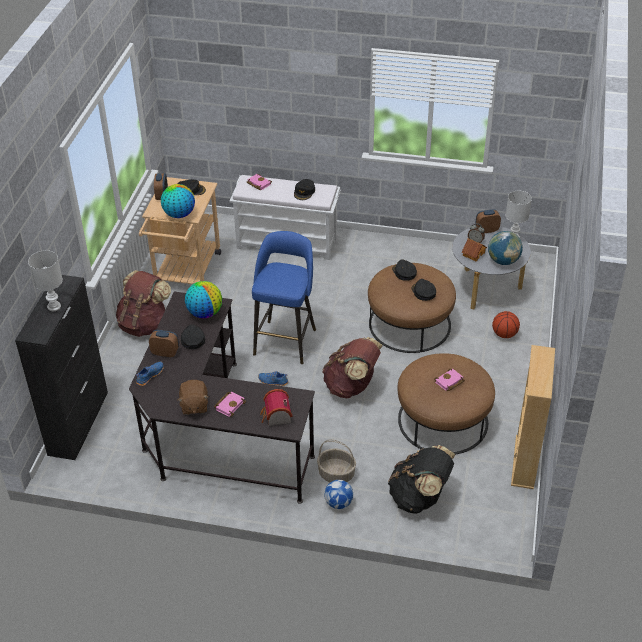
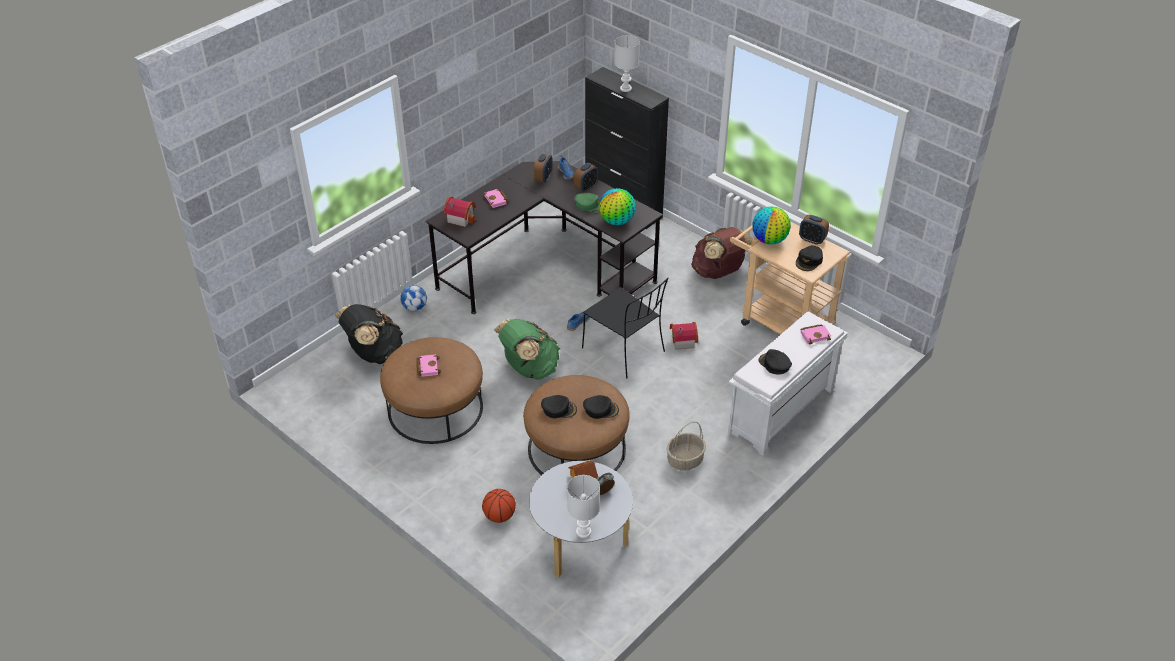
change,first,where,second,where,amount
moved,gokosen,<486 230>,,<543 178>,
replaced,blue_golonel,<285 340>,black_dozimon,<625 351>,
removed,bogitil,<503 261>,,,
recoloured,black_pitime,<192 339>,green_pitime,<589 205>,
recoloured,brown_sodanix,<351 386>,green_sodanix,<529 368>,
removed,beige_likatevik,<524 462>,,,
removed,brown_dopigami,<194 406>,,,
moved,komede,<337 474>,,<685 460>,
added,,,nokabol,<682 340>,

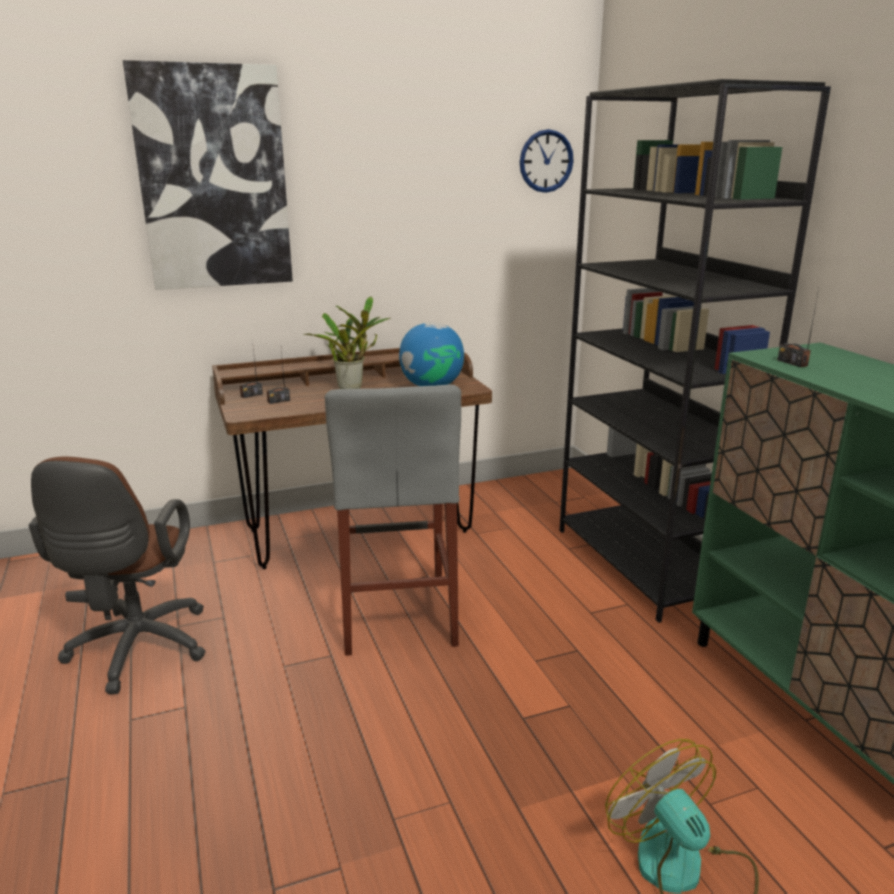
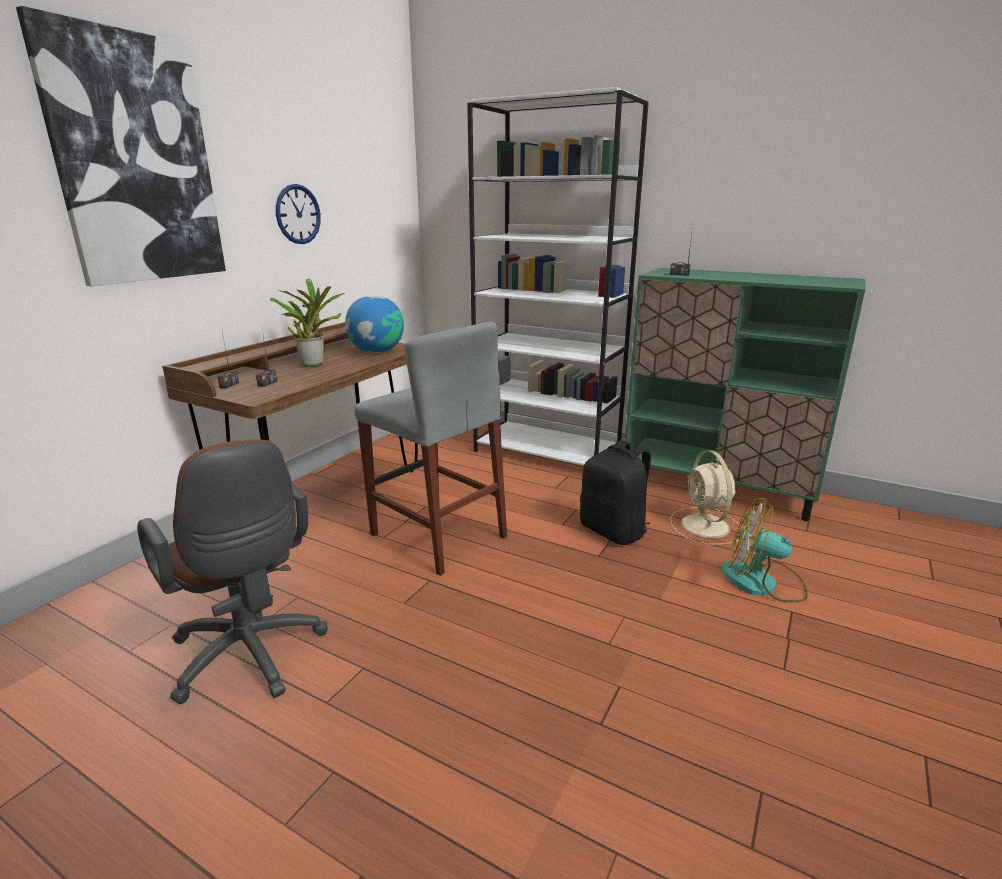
change,first,where,second,where,amount
recoloured,black_likatevik,<645 564>,white_likatevik,<547 452>,
moved,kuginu,<546 161>,,<298 214>,
added,,,black_sodanix,<614 531>,
added,,,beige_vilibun,<706 527>,

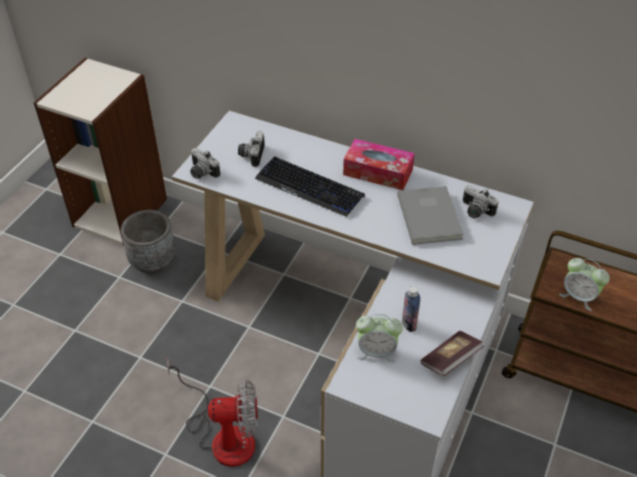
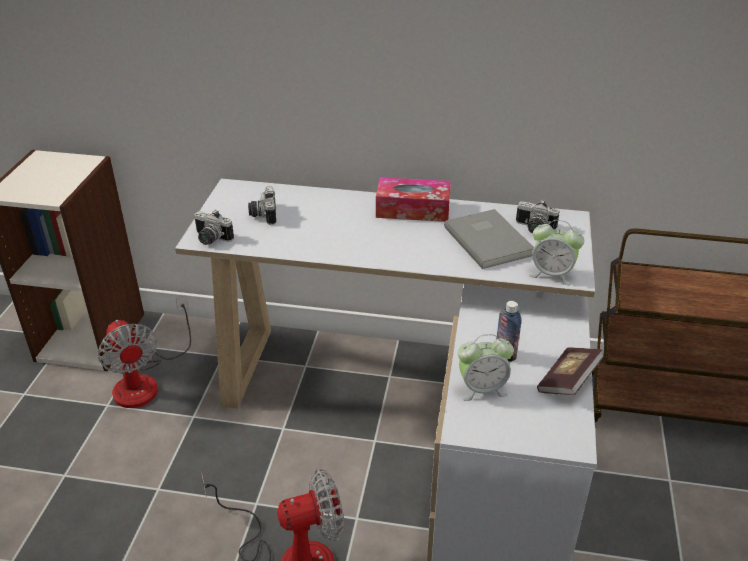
change,first,where,second,where,amount
removed,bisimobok,<309 187>,,,
replaced,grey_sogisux,<153 261>,vilibun,<145 380>,
moved,gokosen,<579 296>,,<552 274>,

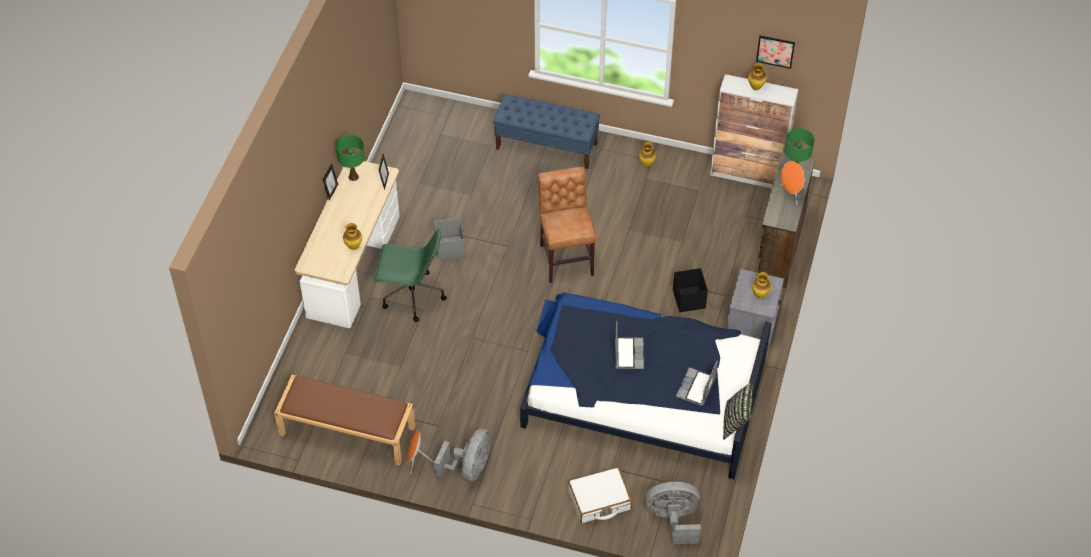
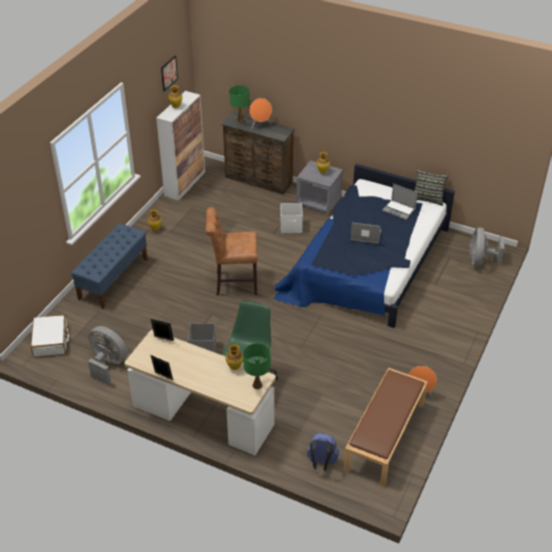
change,first,where,second,where,amount
moved,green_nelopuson,<353 177>,,<257 385>,
recoloured,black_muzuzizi,<689 300>,white_muzuzizi,<291 227>,
moved,grey_vilibun,<469 468>,,<108 364>,
moved,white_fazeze,<599 500>,,<51 340>,
added,,,blue_sodanix,<321 463>,

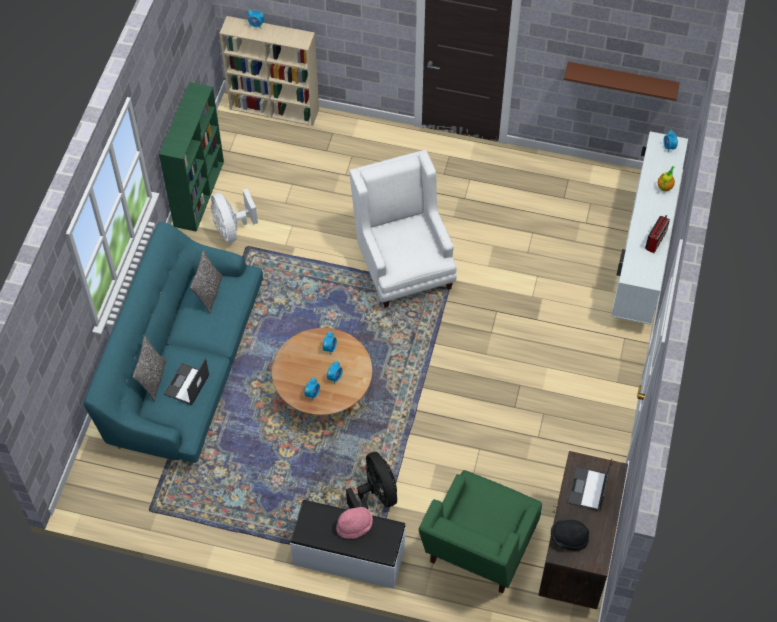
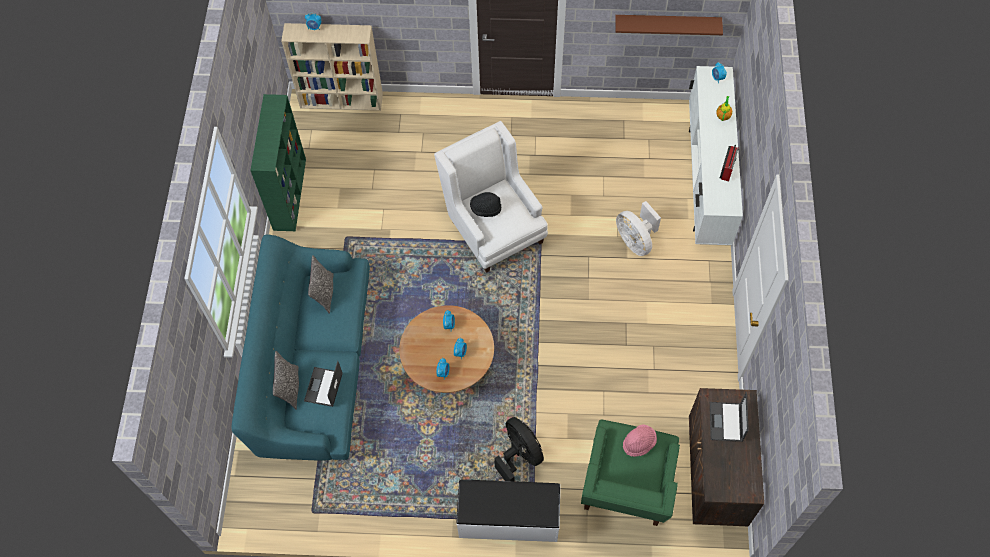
change,first,where,second,where,amount
moved,white_vilibun,<232 229>,,<635 241>,
moved,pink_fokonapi,<354 526>,,<639 443>,
moved,black_fokonapi,<568 538>,,<485 208>,

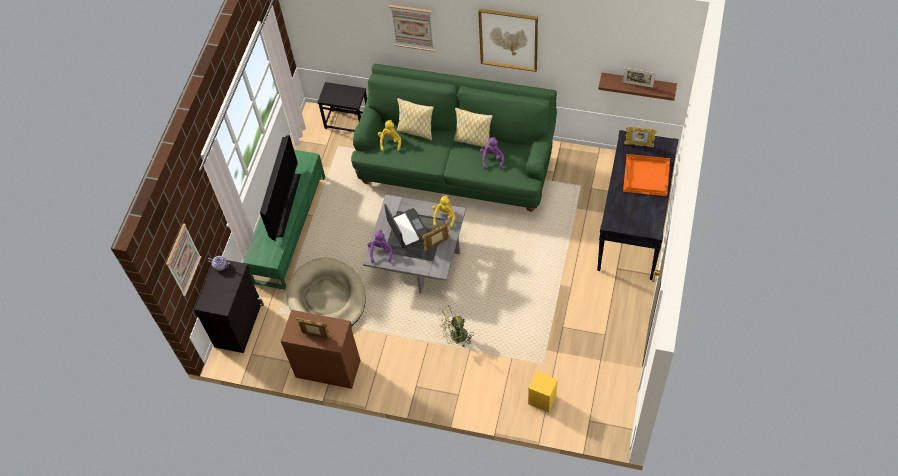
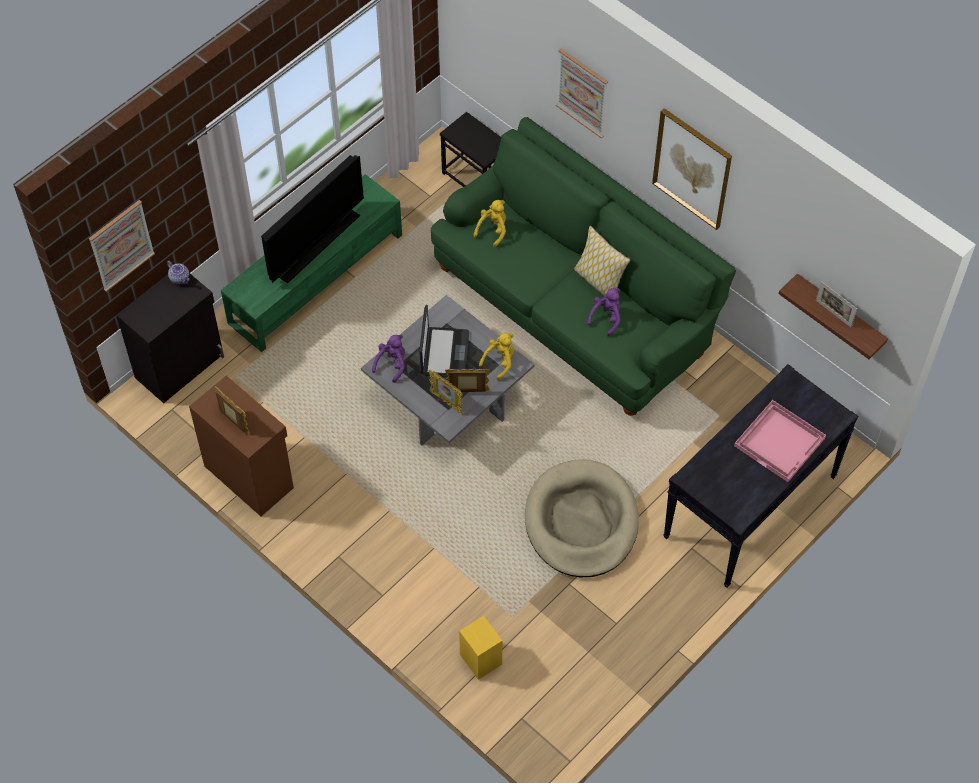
change,first,where,second,where,amount
removed,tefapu,<416 131>,,,
moved,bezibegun,<639 145>,,<446 402>,
recoloured,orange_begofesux,<647 175>,pink_begofesux,<780 442>,
moved,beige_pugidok,<327 298>,,<581 522>,
removed,green_vilibun,<455 337>,,,

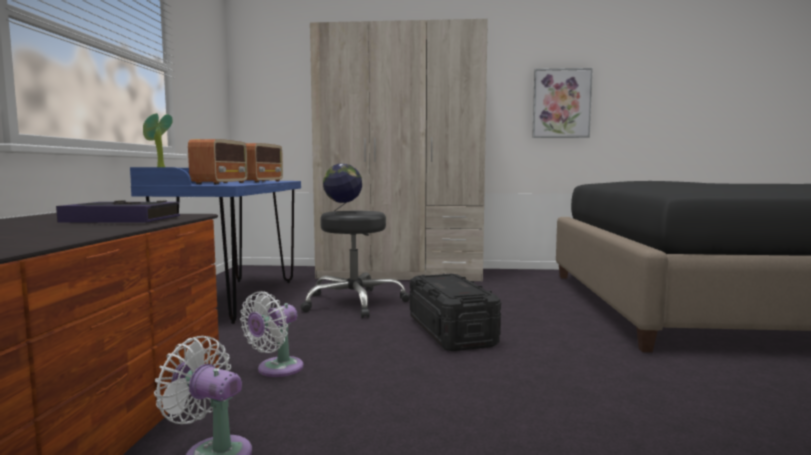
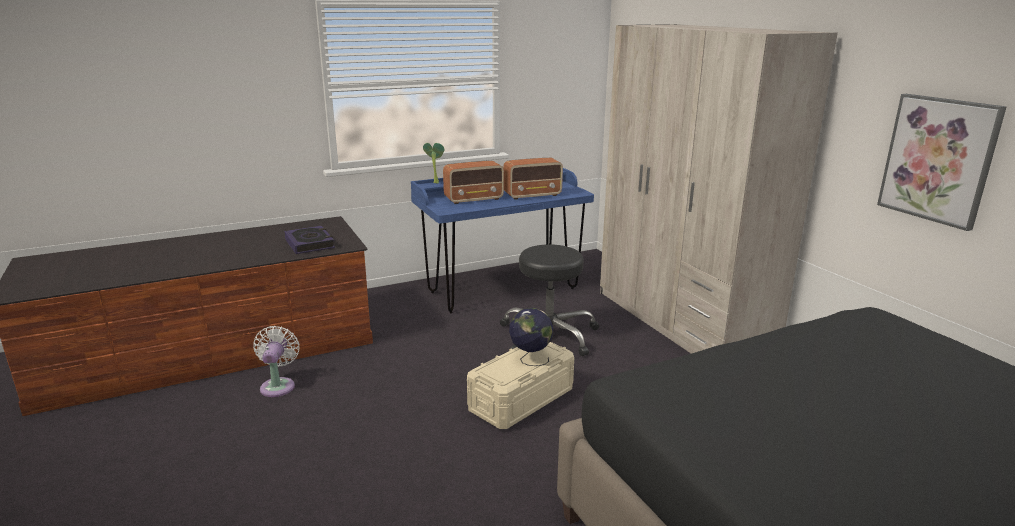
change,first,where,second,where,amount
moved,bogitil,<343 213>,,<530 360>,
recoloured,black_muzuzizi,<451 331>,beige_muzuzizi,<521 400>,
removed,white_vilibun,<276 369>,,,

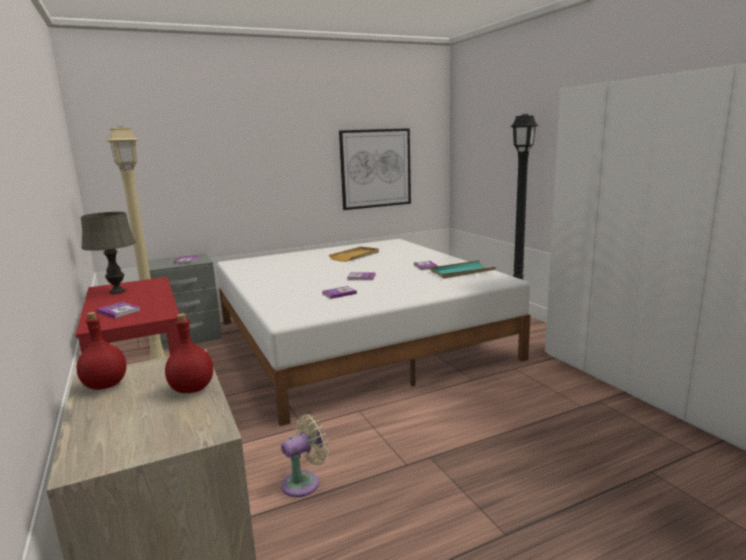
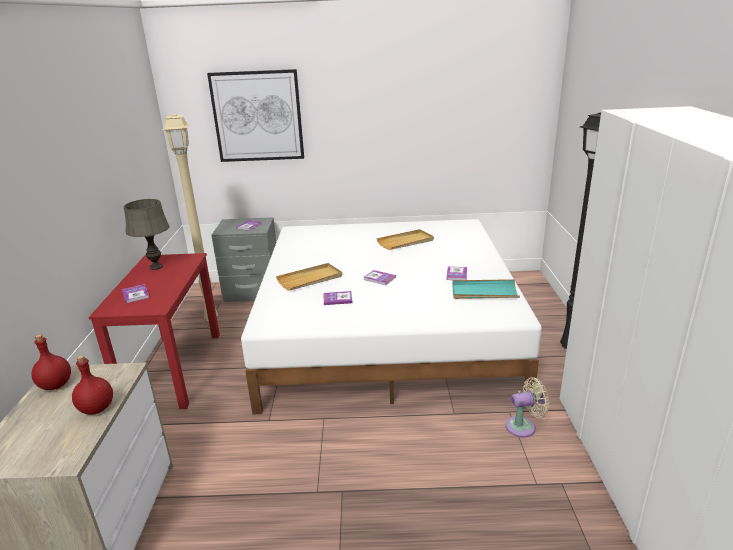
change,first,where,second,where,amount
moved,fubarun,<375 168>,,<257 116>,
moved,beige_vilibun,<304 482>,,<523 426>,
added,,,beige_begofesux,<310 279>,

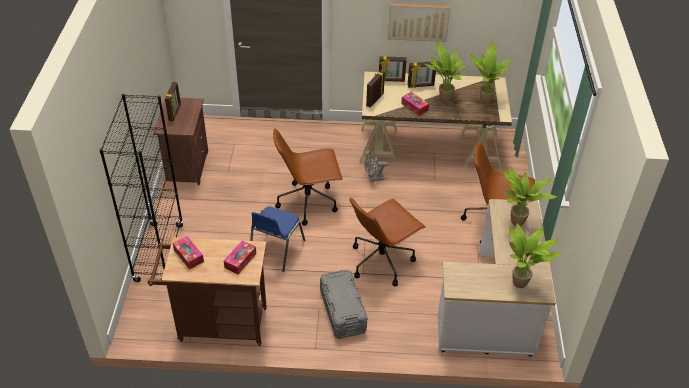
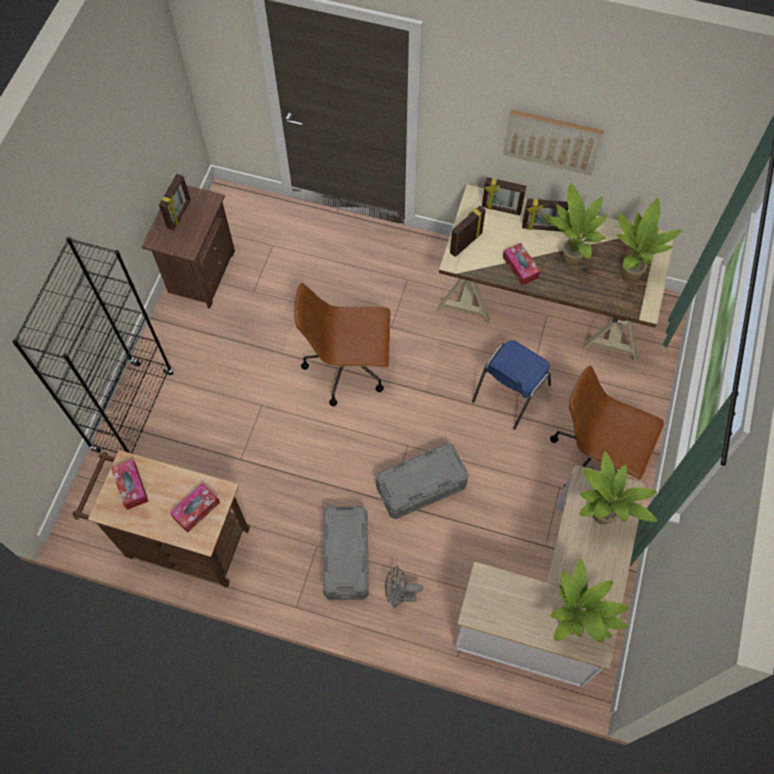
change,first,where,second,where,amount
moved,grey_vilibun,<373 178>,,<400 595>,
replaced,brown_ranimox,<382 261>,grey_muzuzizi,<421 486>,
moved,blue_dozimon,<275 250>,,<509 393>,

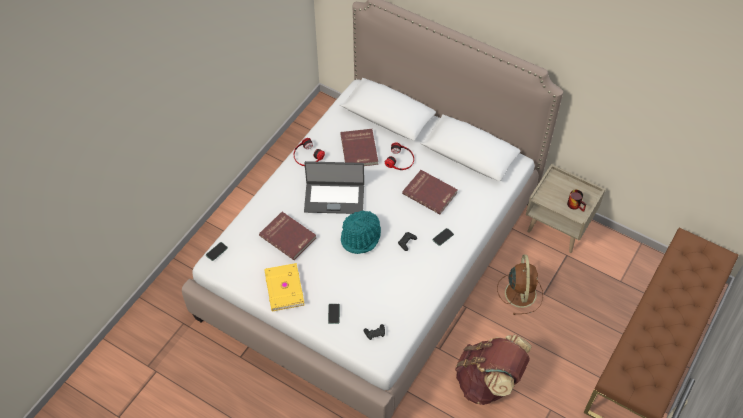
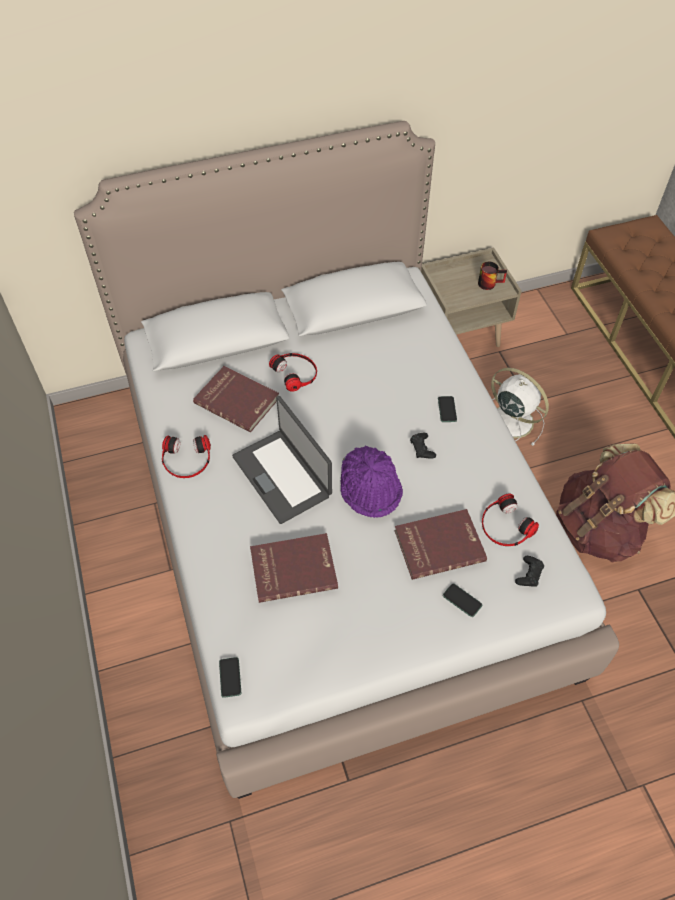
change,first,where,second,where,amount
turned,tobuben,<334 197>,,<283 475>,105 degrees clockwise
moved,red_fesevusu,<430 192>,,<439 544>,
recoloured,turquoise_fokonapi,<361 237>,purple_fokonapi,<370 489>,
recoloured,brown_vilibun,<520 292>,white_vilibun,<510 420>,
removed,yellow_fesevusu,<283 289>,,,
added,,,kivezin,<505 526>,

